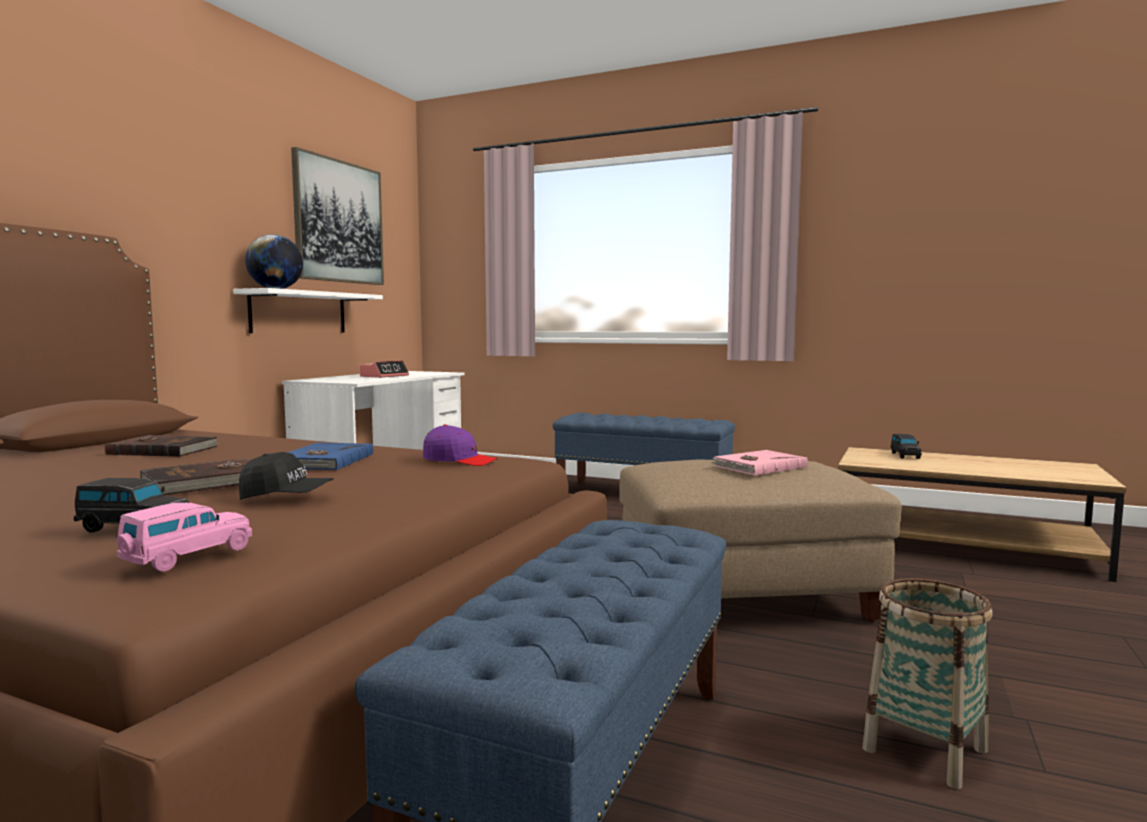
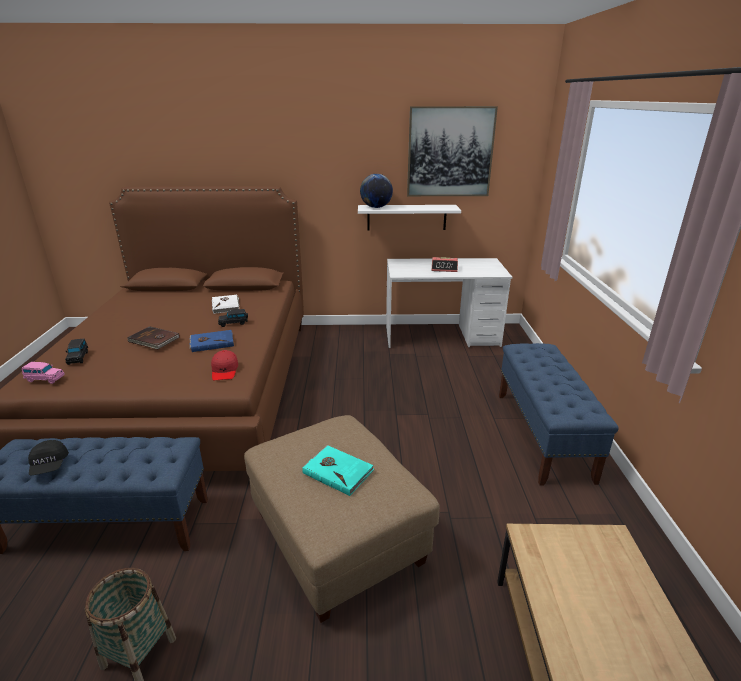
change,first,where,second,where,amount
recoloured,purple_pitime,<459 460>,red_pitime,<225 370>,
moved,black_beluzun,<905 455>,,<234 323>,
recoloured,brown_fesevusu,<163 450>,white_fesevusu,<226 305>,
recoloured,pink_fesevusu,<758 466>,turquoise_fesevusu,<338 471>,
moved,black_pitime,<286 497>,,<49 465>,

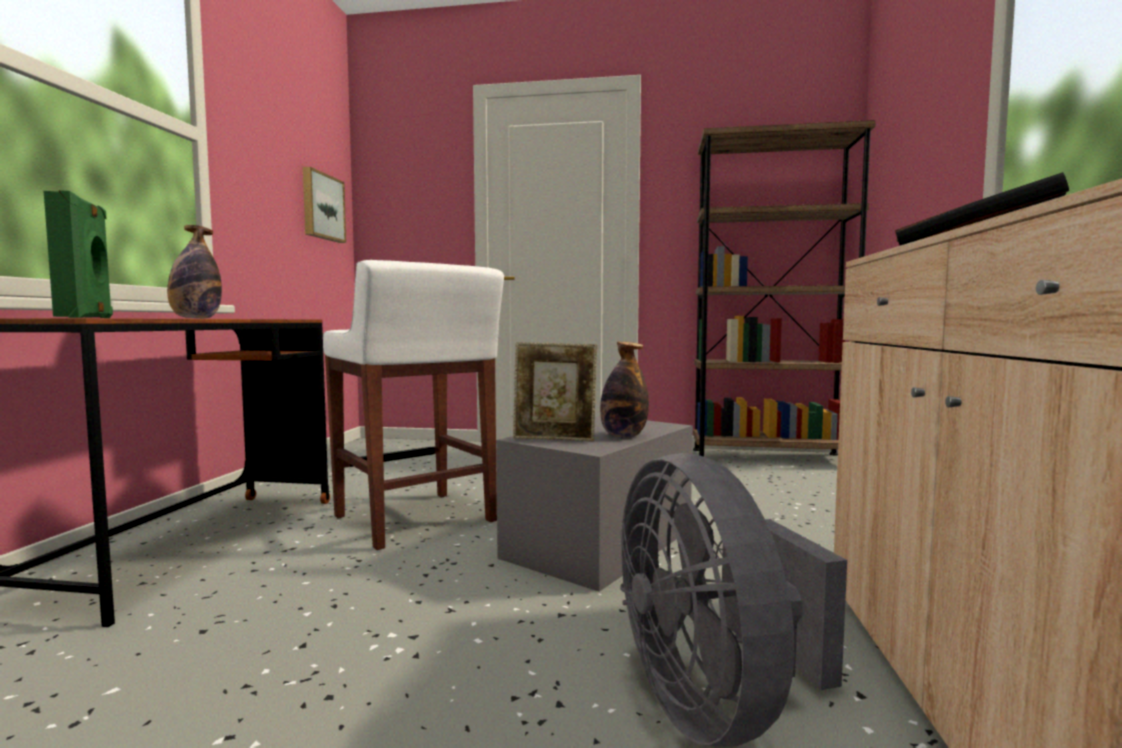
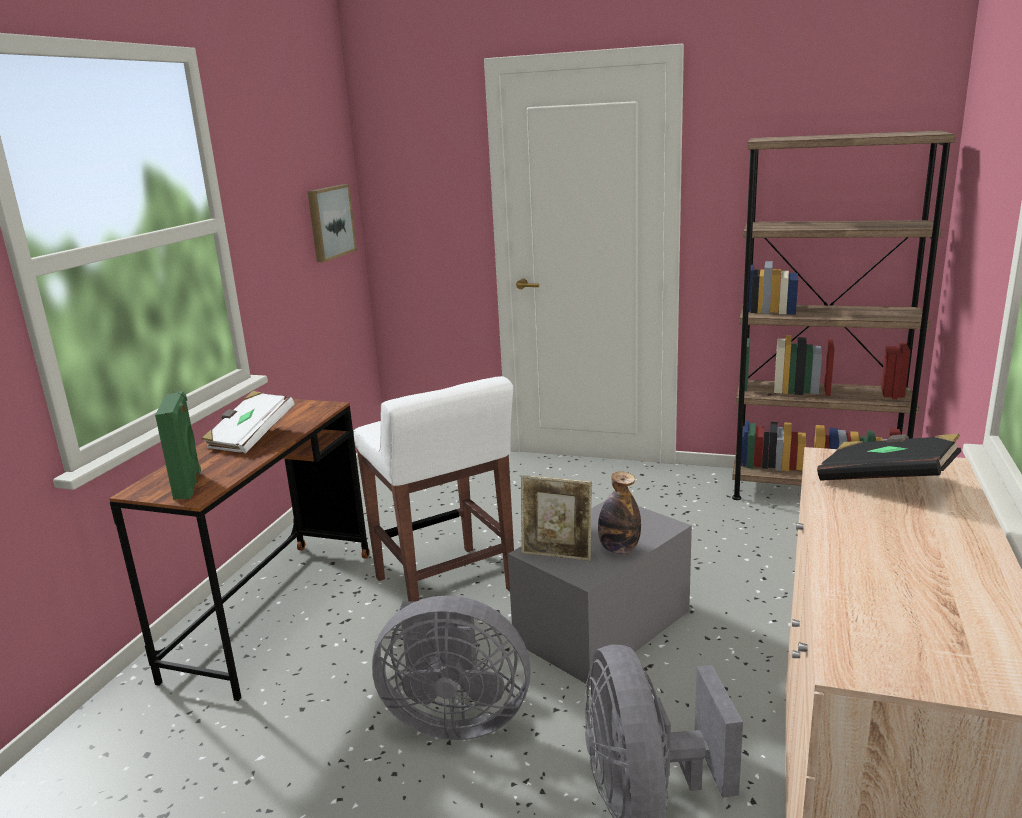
change,first,where,second,where,amount
replaced,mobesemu,<195 318>,white_fesevusu,<251 438>,
added,,,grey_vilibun,<454 718>,

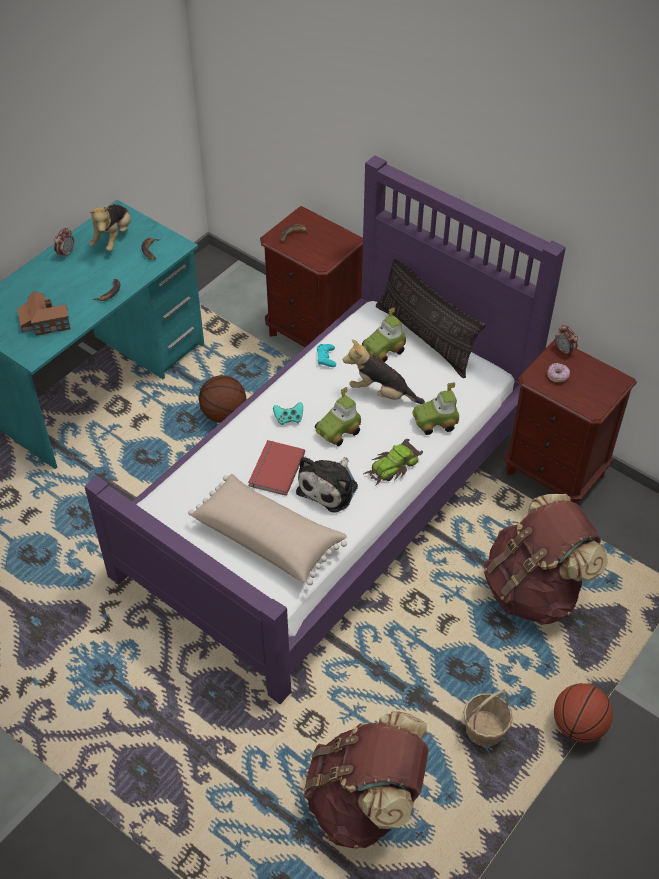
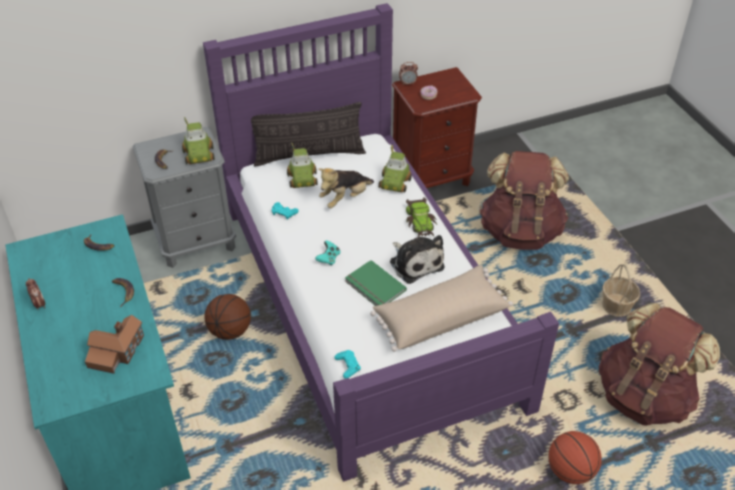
change,first,where,second,where,amount
removed,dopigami,<113 238>,,,
recoloured,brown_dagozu,<313 335>,grey_dagozu,<196 242>,
moved,beluzun,<338 431>,,<199 155>,
recoloured,red_fesevusu,<275 469>,green_fesevusu,<374 287>,
moved,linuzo,<578 726>,,<570 471>,
added,,,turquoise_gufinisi,<348 366>,

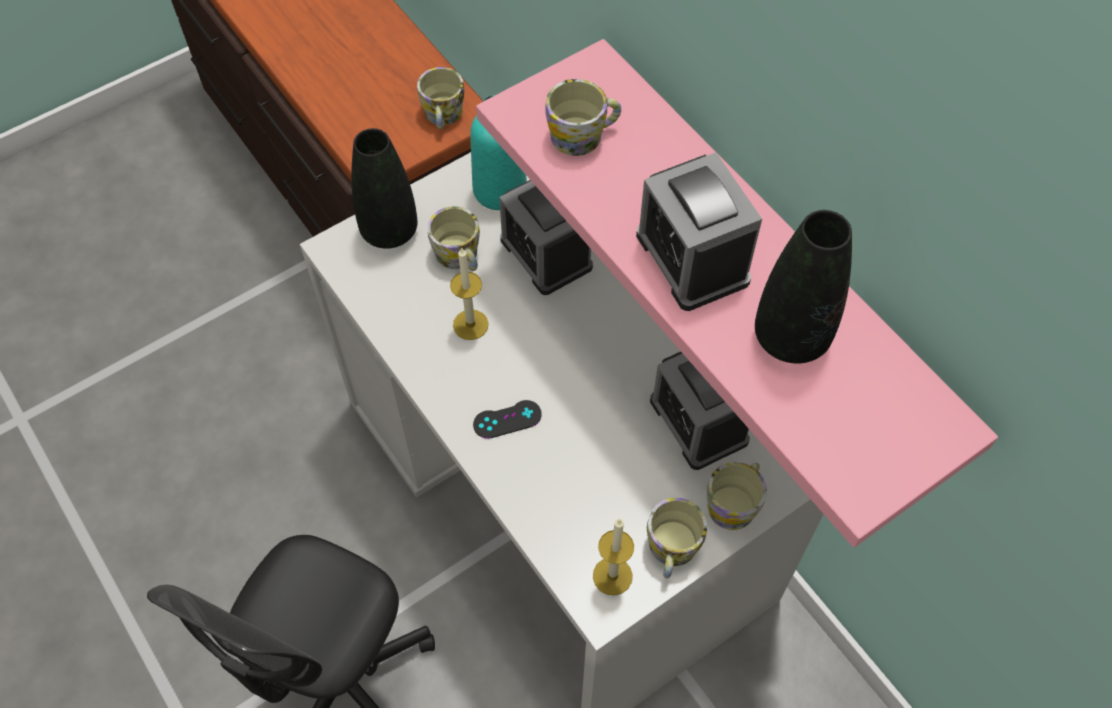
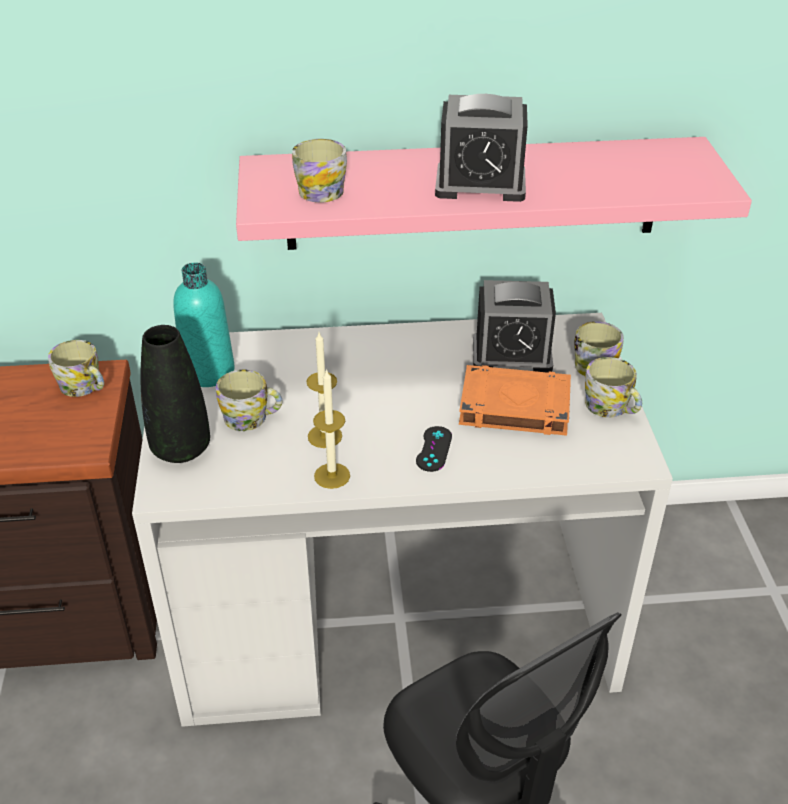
change,first,where,second,where,amount
removed,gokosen,<546 253>,,,
removed,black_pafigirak,<791 337>,,,
moved,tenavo,<612 576>,,<332 476>,
added,,,orange_fesevusu,<513 406>,

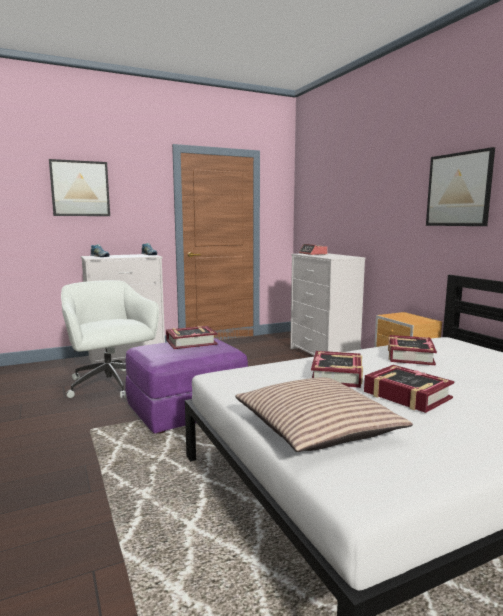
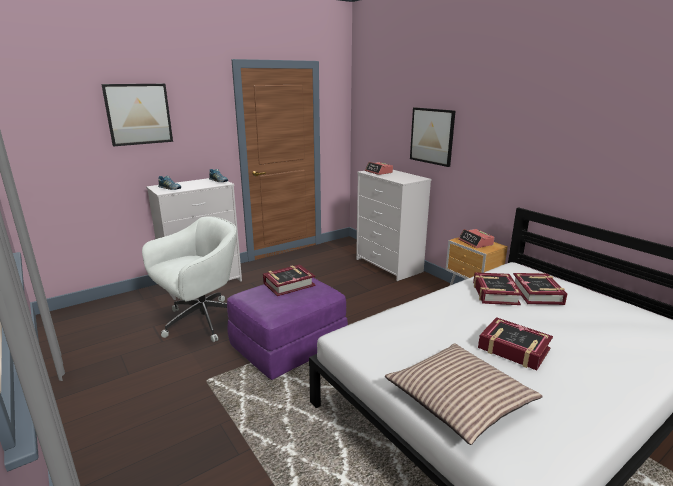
change,first,where,second,where,amount
moved,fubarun,<458 189>,,<432 136>,
turned,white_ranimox,<110 385>,,<201 321>,90 degrees clockwise
moved,fesevusu,<337 375>,,<537 293>,
added,,,gokosen,<475 242>,

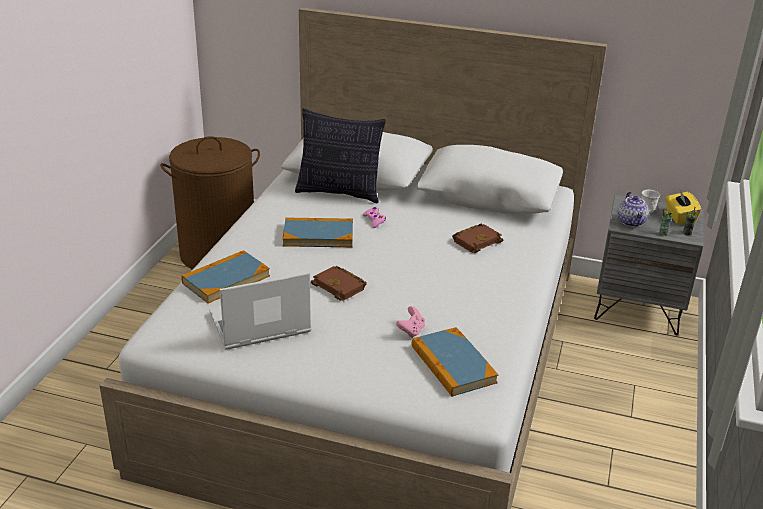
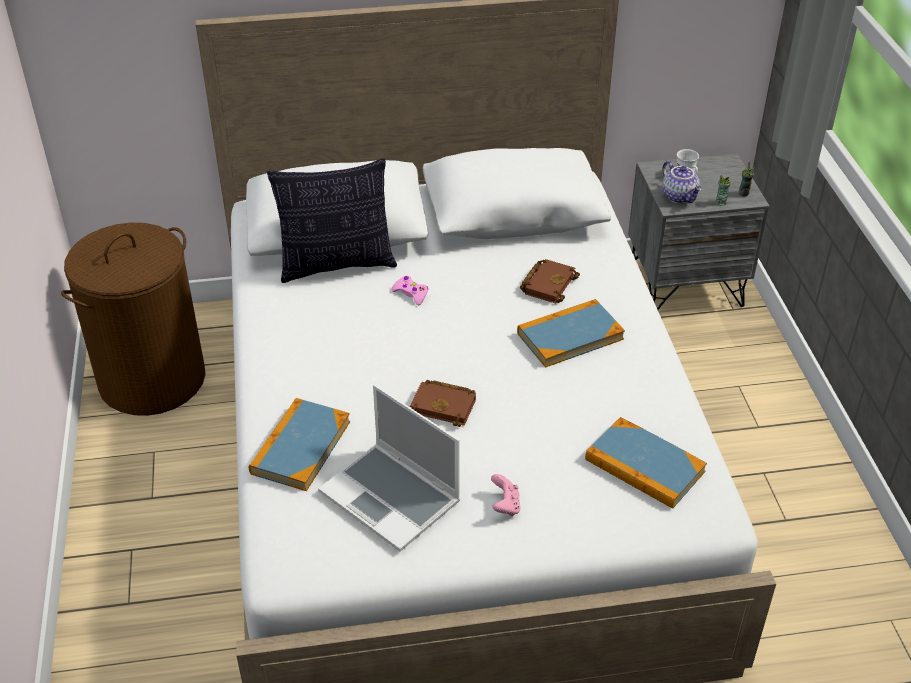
change,first,where,second,where,amount
removed,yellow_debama,<679 217>,,,
moved,fesevusu,<318 235>,,<570 336>,
turned,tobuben,<259 325>,,<392 498>,90 degrees counterclockwise
moved,pink_gufinisi,<411 331>,,<505 506>,

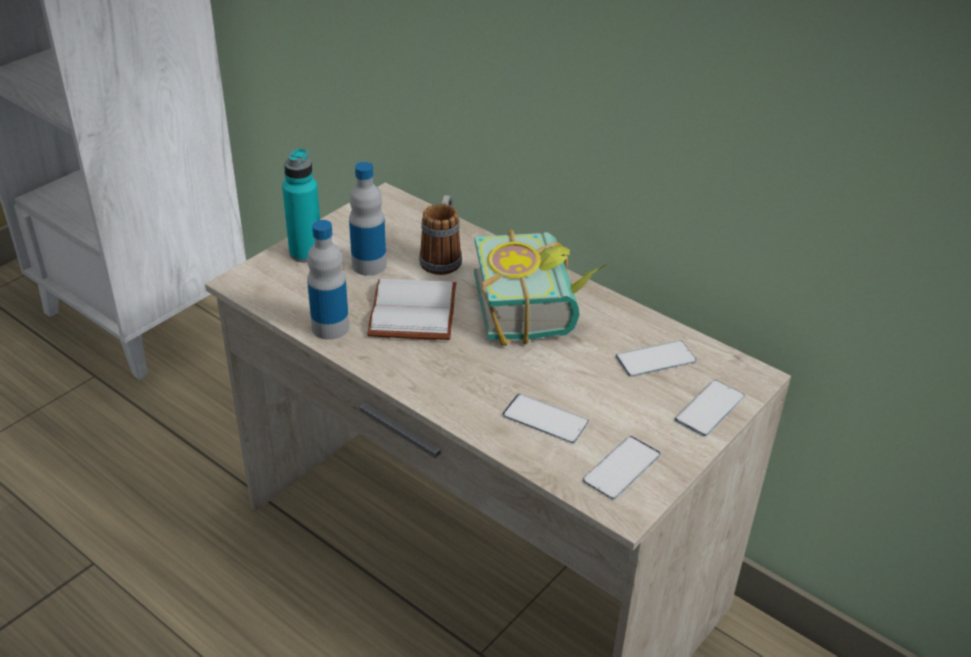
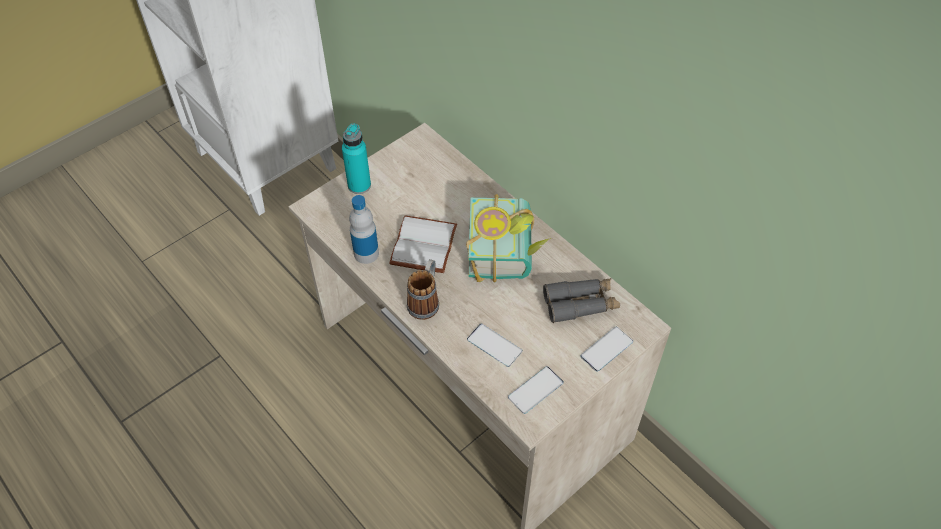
change,first,where,second,where,amount
removed,mobesemu,<369 265>,,,
moved,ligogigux,<442 258>,,<425 301>,
replaced,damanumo,<655 359>,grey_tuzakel,<580 304>,

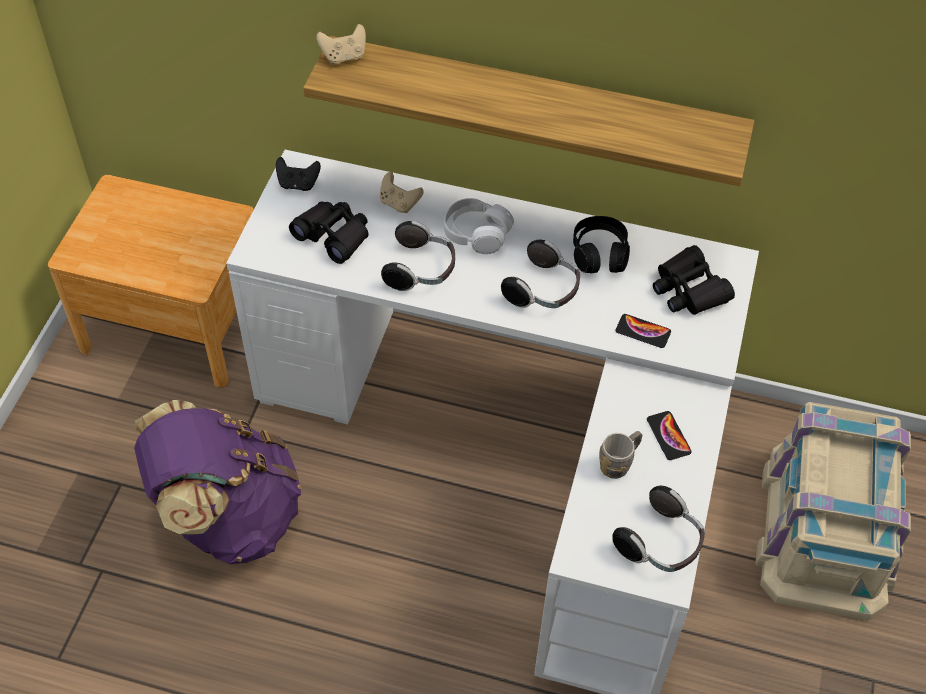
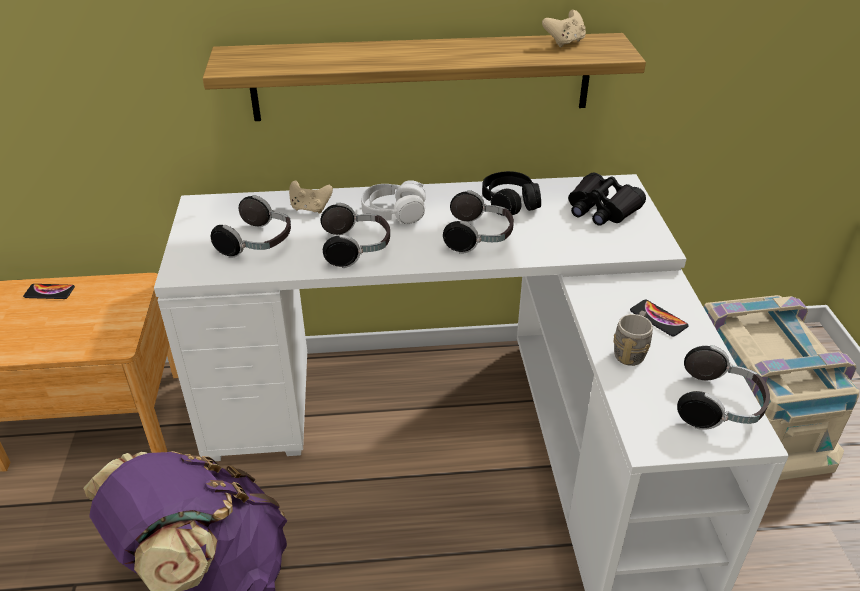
change,first,where,second,where,amount
moved,beige_gufinisi,<344 56>,,<564 42>,
removed,black_gufinisi,<298 184>,,,
replaced,black_tuzakel,<333 236>,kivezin,<258 243>,
moved,damanumo,<643 331>,,<49 292>,

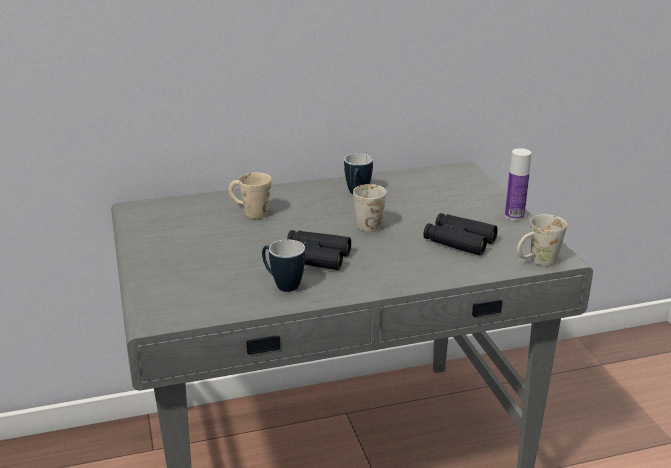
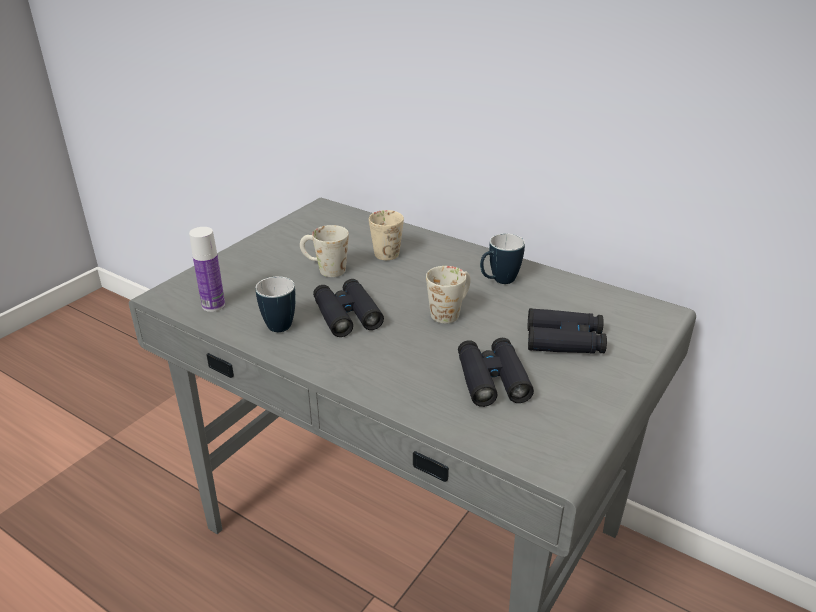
change,first,where,second,where,amount
moved,mobesemu,<514 216>,,<213 305>,
moved,white_ligogigux,<536 262>,,<324 269>,
added,,,black_tuzakel,<565 340>,

